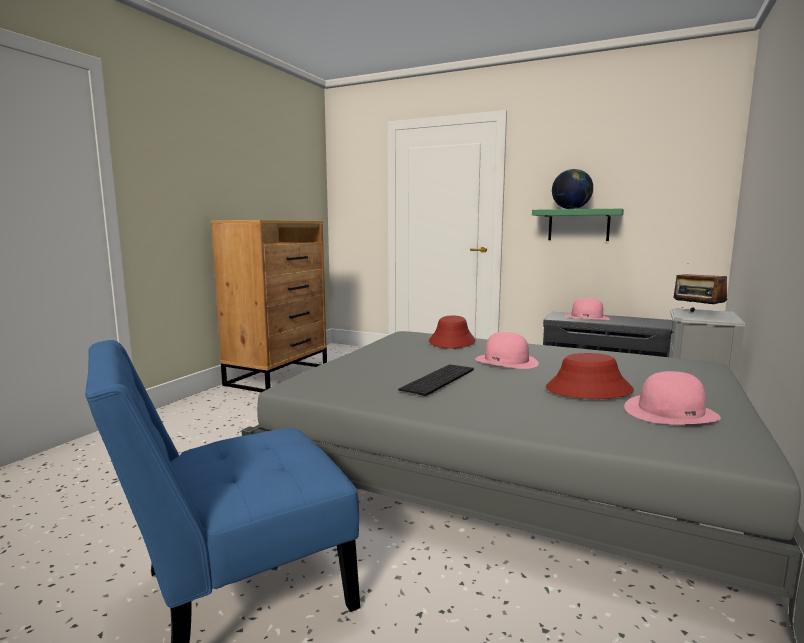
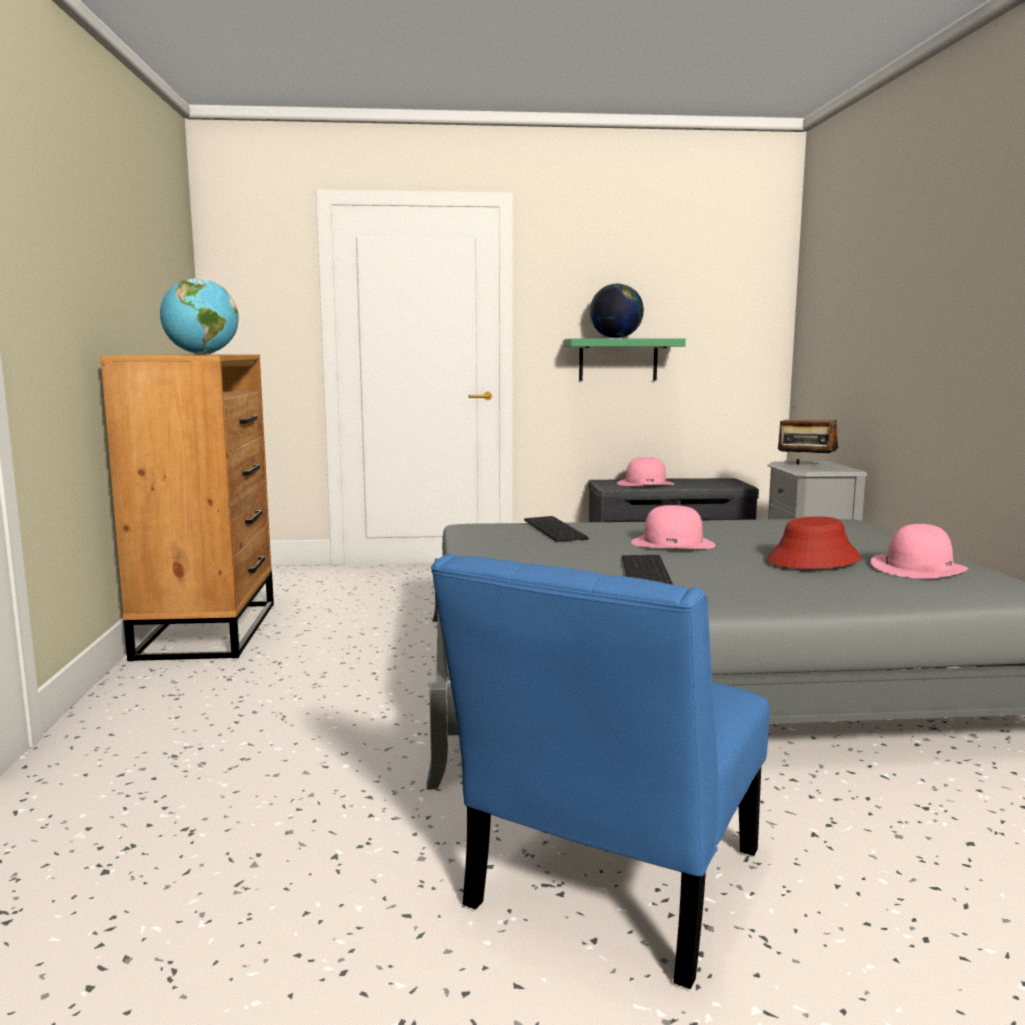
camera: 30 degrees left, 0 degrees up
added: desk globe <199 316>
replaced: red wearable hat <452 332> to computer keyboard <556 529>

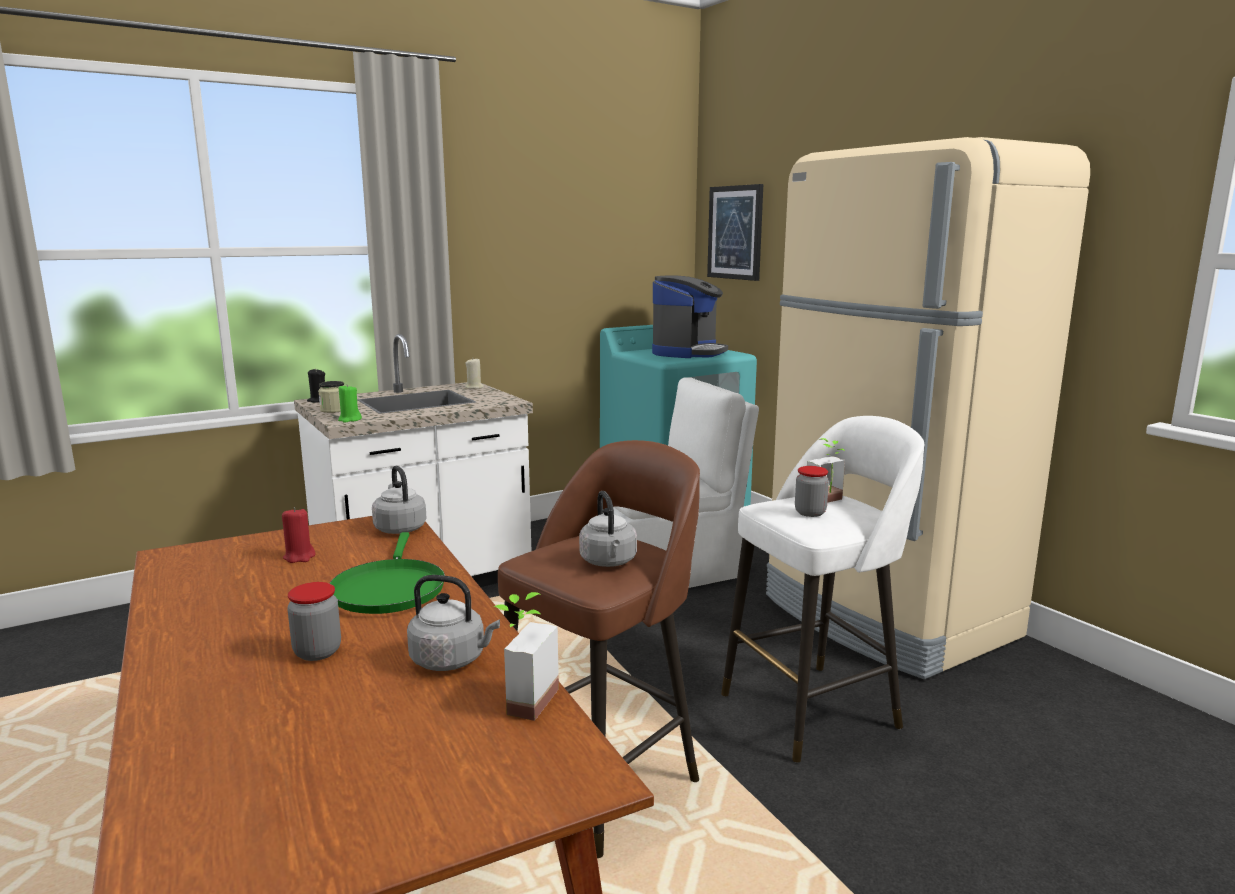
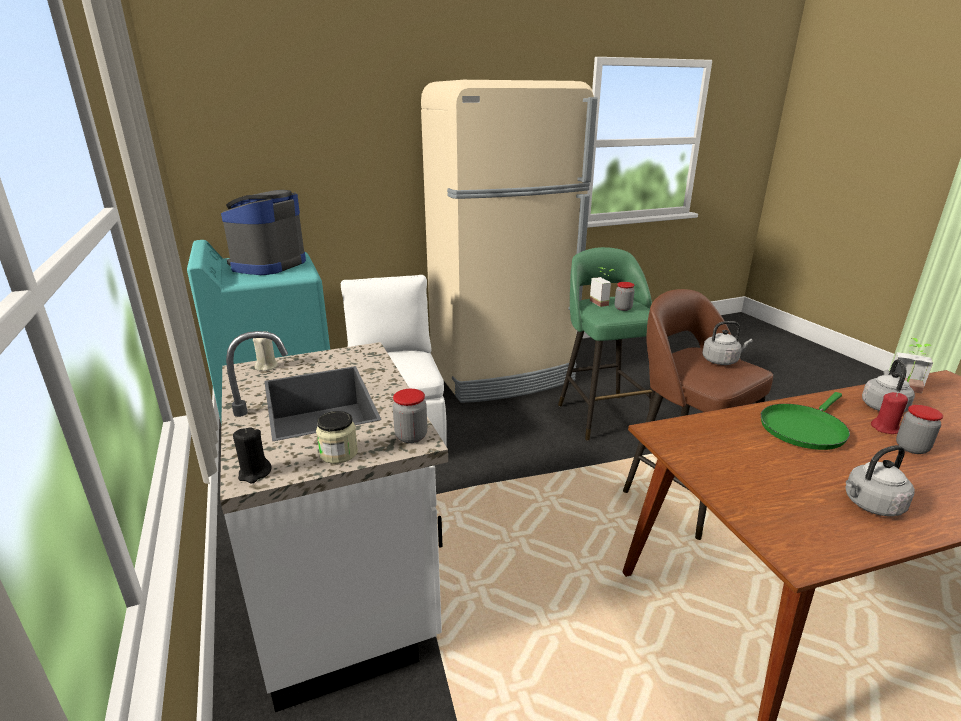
camera: 80 degrees left, 10 degrees up
removed: wall art <735 232>
moved: grey kettle <399 499> to <880 480>; red wax candle <299 535> to <889 413>
replaced: green-coloured wax candle <350 404> to jar <410 416>
recoloured: white-coloured sitting stool <822 589> to green-coloured sitting stool <606 344>
turned: coffee maker <690 317> = <263 232> 105 degrees counterclockwise; green-coloured skillet <387 573> = <805 421> 135 degrees clockwise

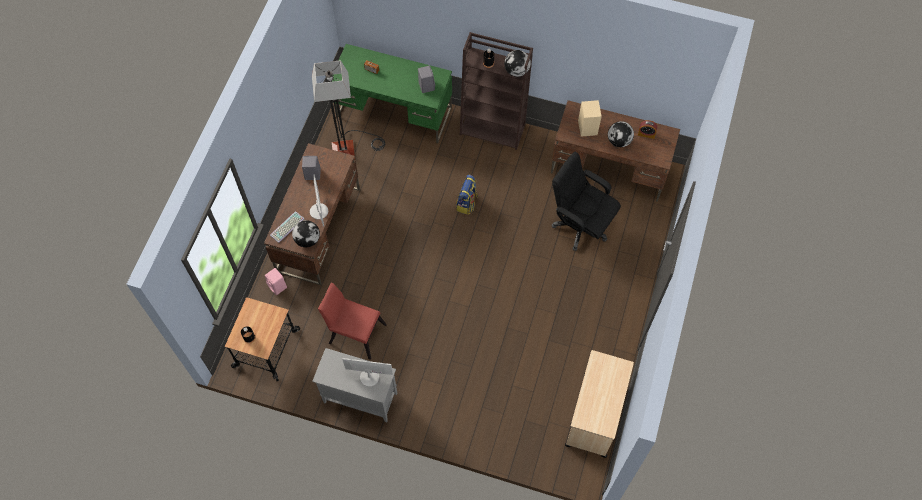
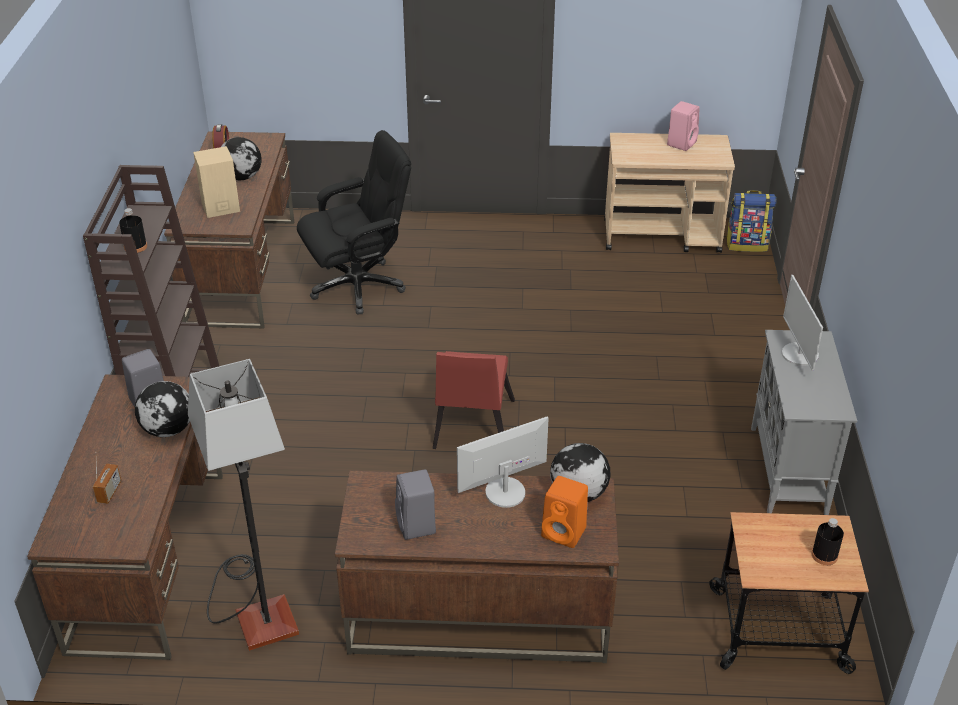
camera: 105 degrees left, 25 degrees down
moved: desk globe <517 63> to <162 409>; knapsack <467 195> to <751 221>; pink-coloured audio speaker <276 281> to <683 126>; red plain chair <352 321> to <474 400>
replaced: computer keyboard <287 227> to orangey audio speaker <564 512>
recoloured: green-coloured desk unit <392 93> to brown desk unit <125 517>
turned: black-coloured desk chair <586 201> = <354 222> 135 degrees counterclockwise

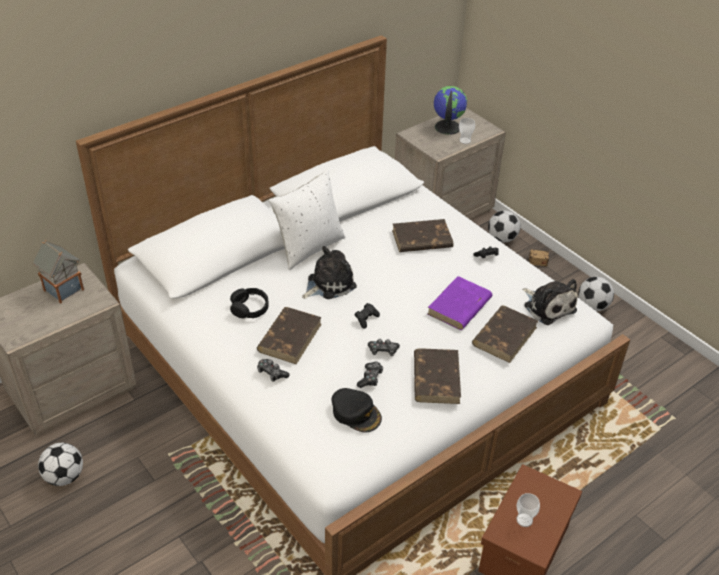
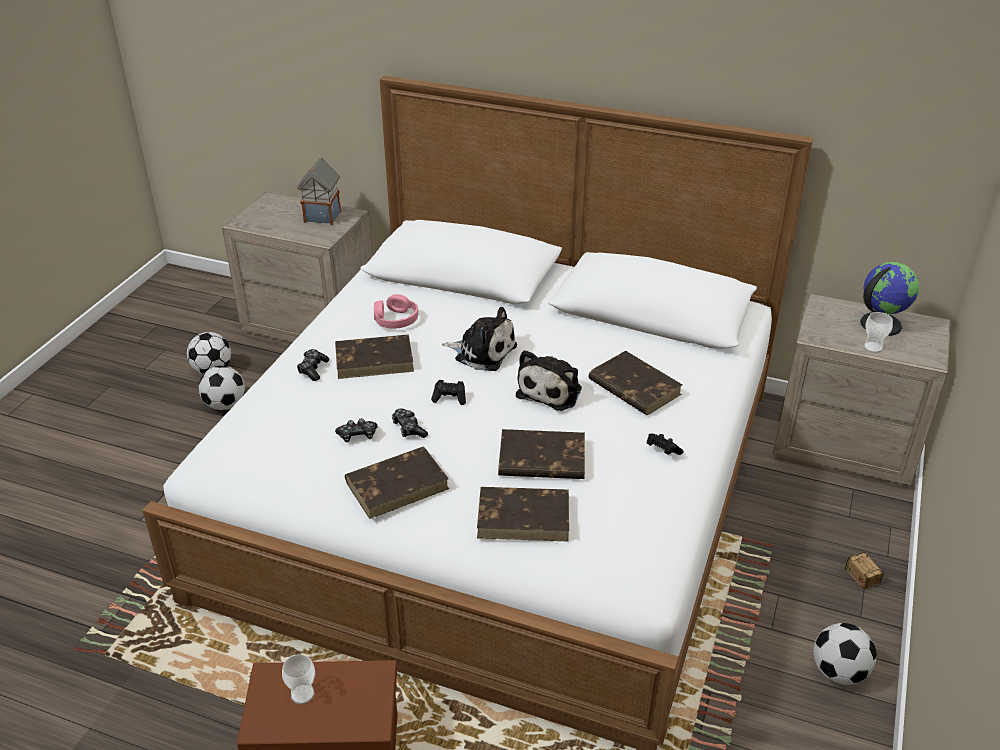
camera: 60 degrees right, 5 degrees down
removed: white-coloured throw pillow <307 219>; black-coloured peaked cap <357 410>
moved: ball for football <504 227> to <222 388>; cuddly toy <550 302> to <549 380>
recoloured: purple volume <460 303> to brown volume <541 454>; black-coloured headset <249 303> to pink-coloured headset <396 311>

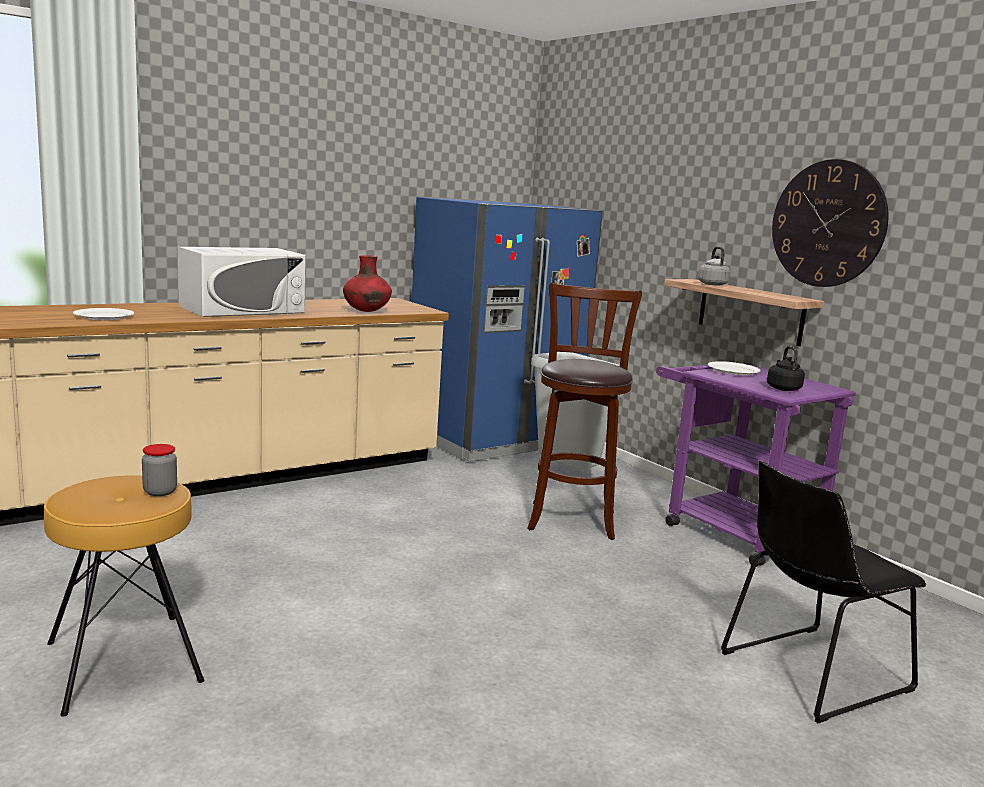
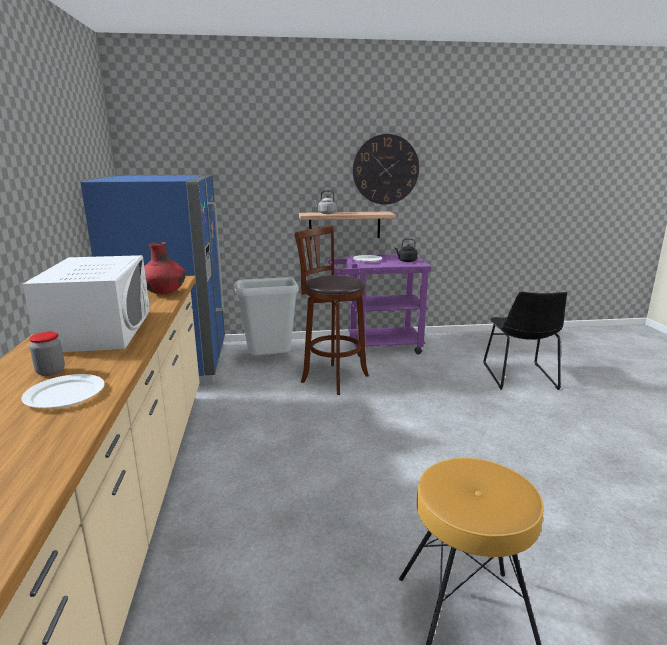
camera: 60 degrees left, 5 degrees up
moved: jar <159 470> to <47 354>

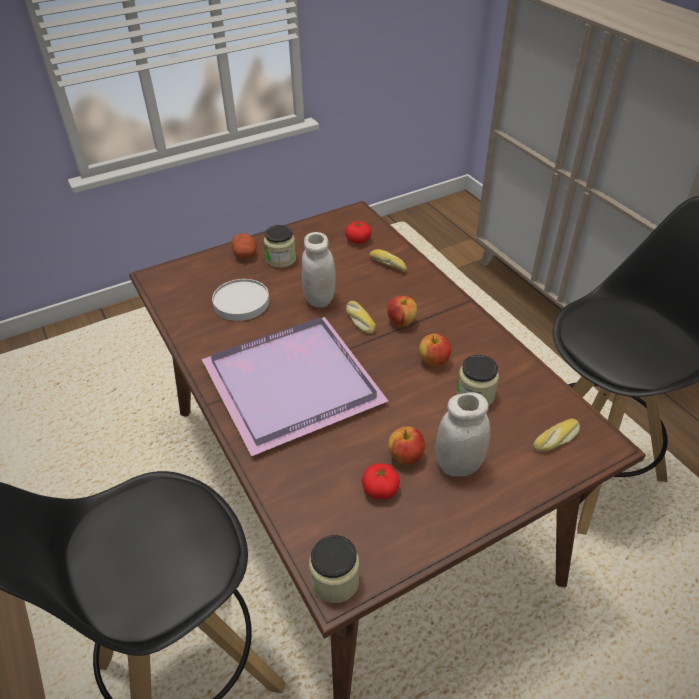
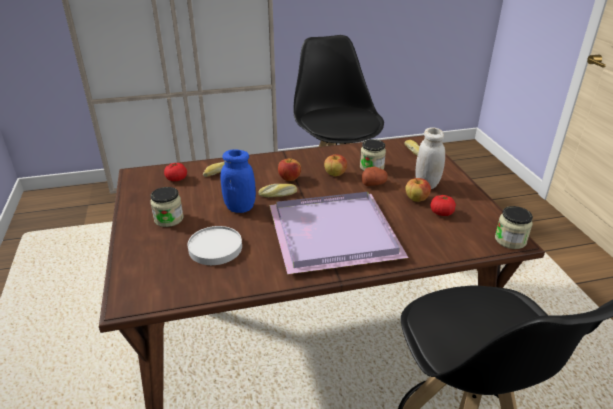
camera: 75 degrees left, 10 degrees down
moved: potato <244 246> to <375 176>
recoloured: white-coloured jar <319 269> to blue-coloured jar <238 181>

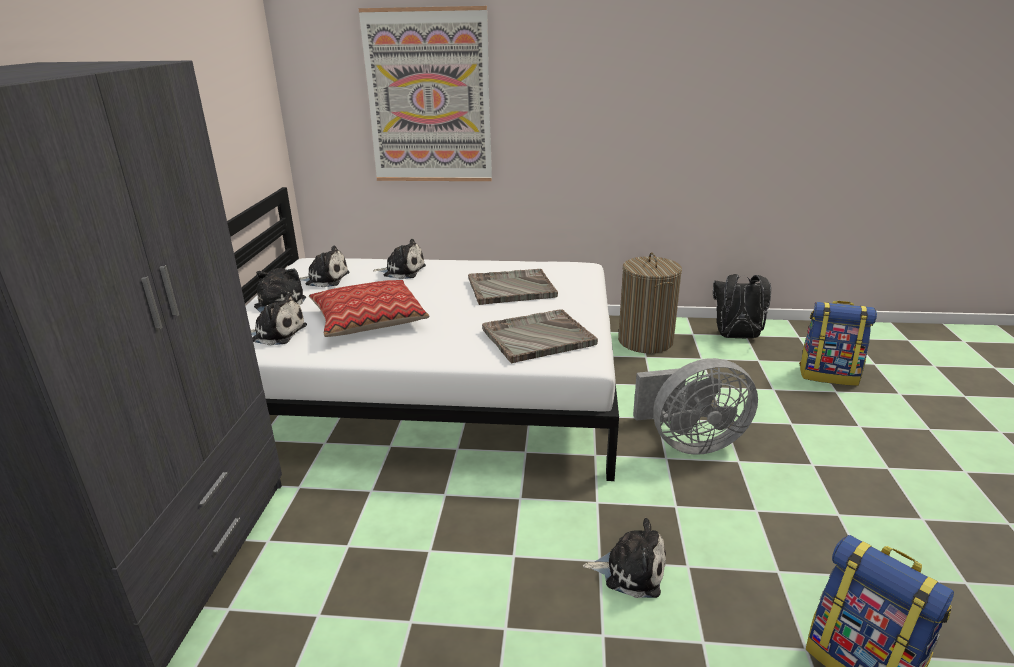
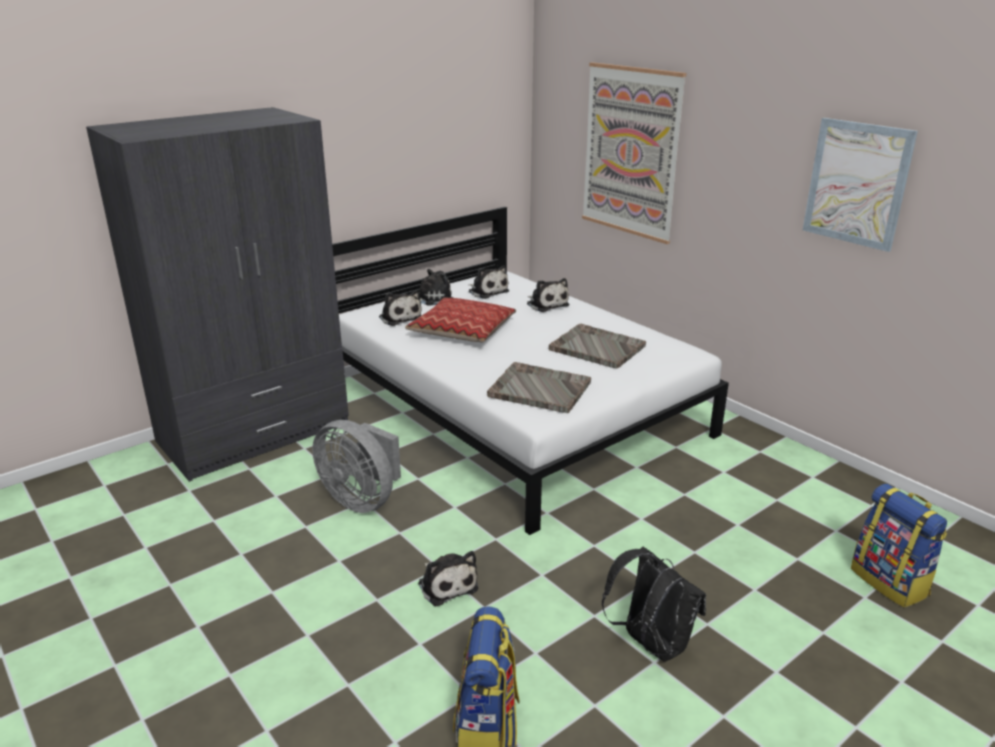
camera: 45 degrees right, 0 degrees up
removed: washing basket <650 302>
added: wall art <860 185>
moved: black-coloured knapsack <742 306> to <654 604>; grey cooling fan <695 406> to <356 466>

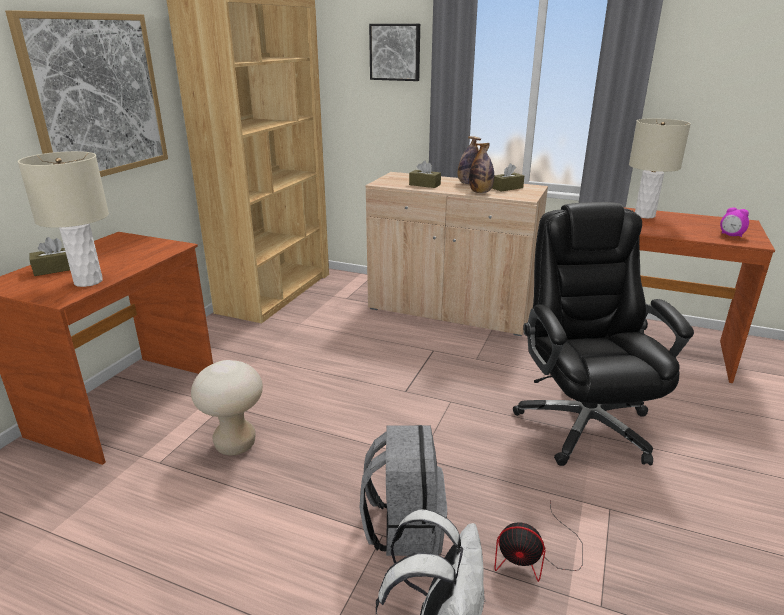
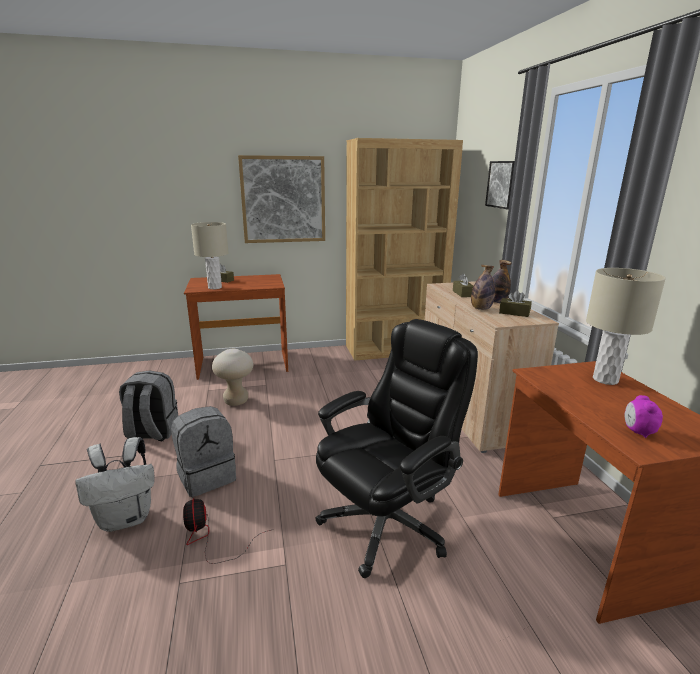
camera: 55 degrees right, 5 degrees down
added: grey knapsack <148 405>

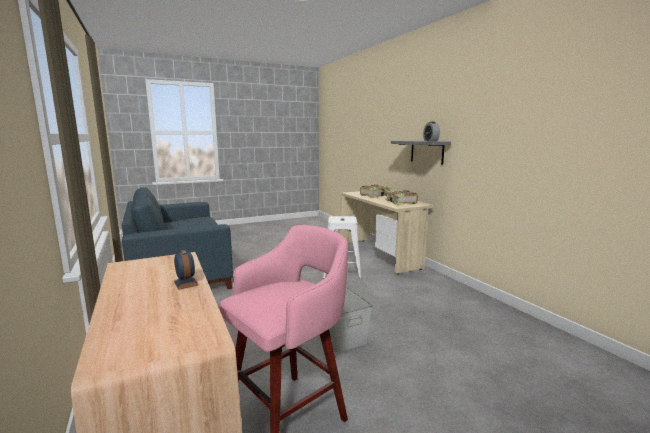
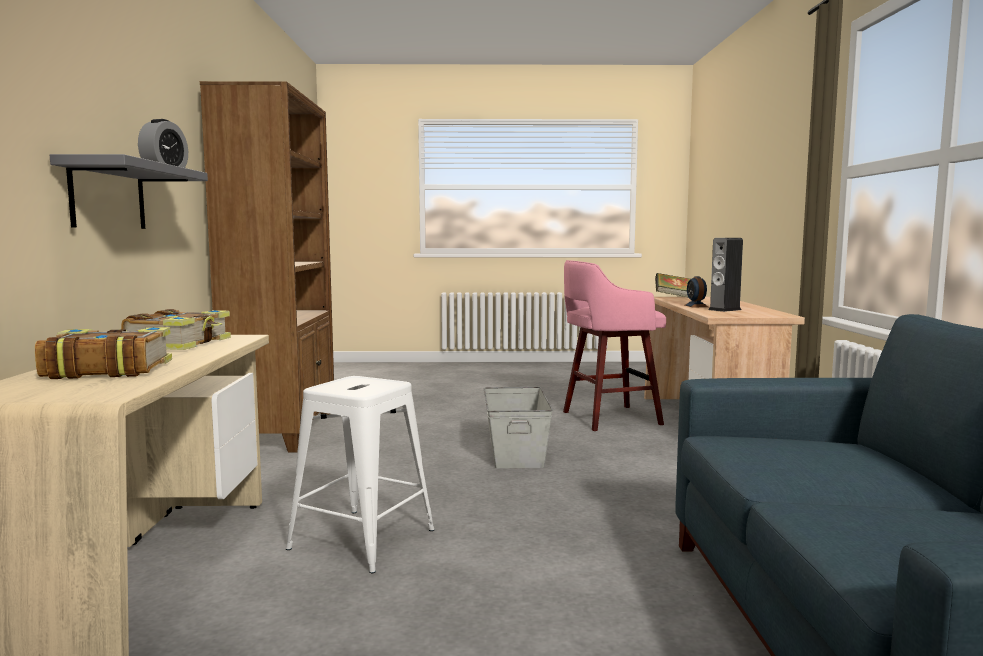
camera: 155 degrees left, 5 degrees down
added: brown bookshelf <267 267>; audio speaker <725 275>; volume <672 285>

